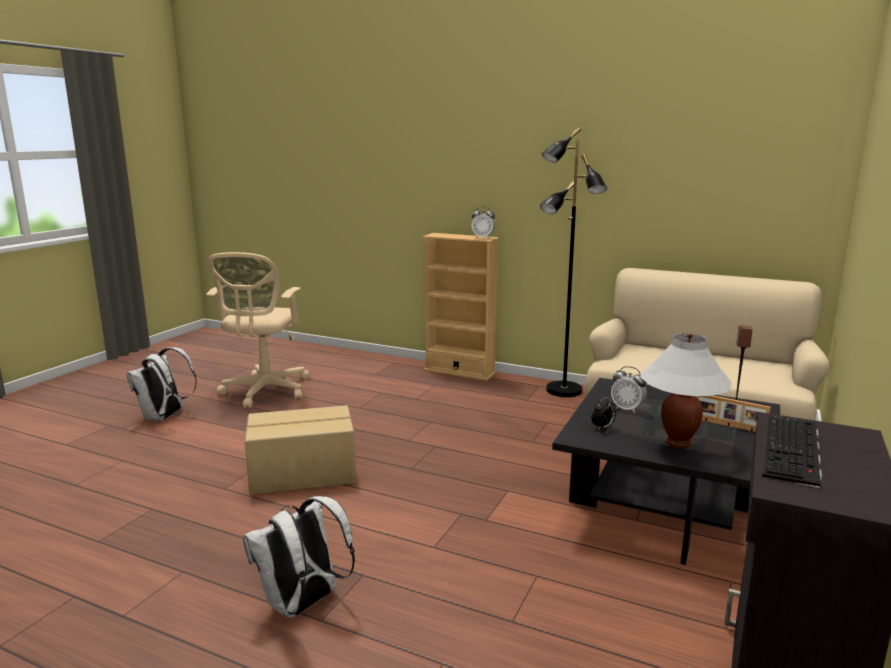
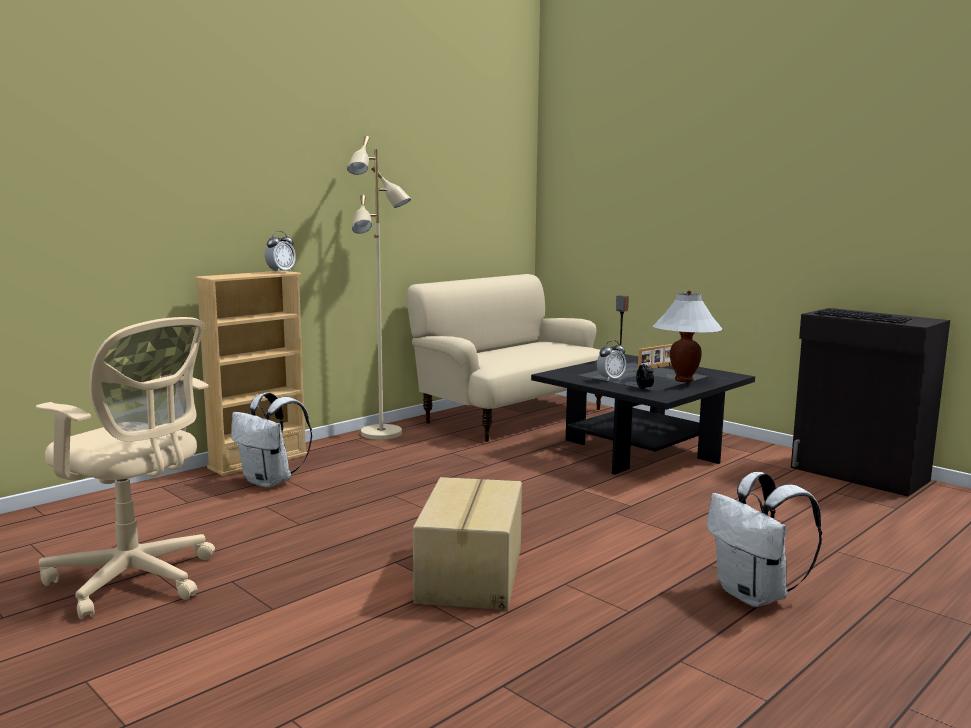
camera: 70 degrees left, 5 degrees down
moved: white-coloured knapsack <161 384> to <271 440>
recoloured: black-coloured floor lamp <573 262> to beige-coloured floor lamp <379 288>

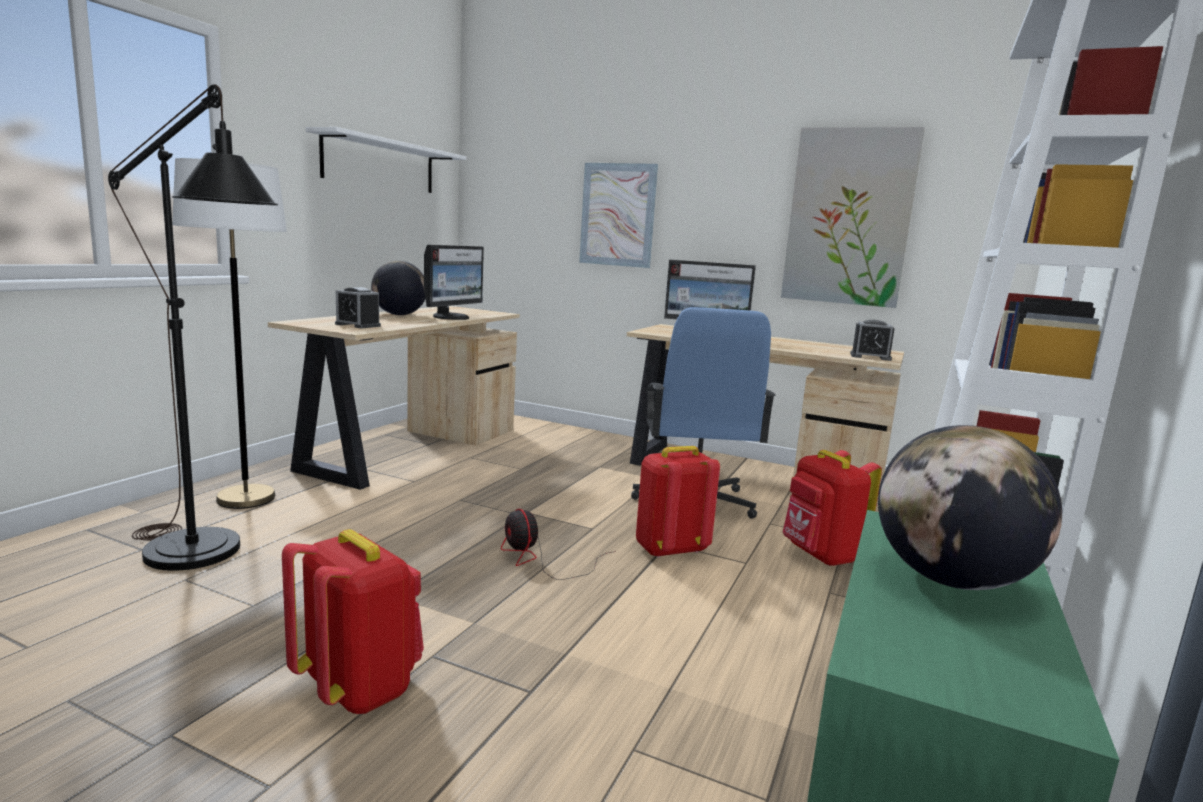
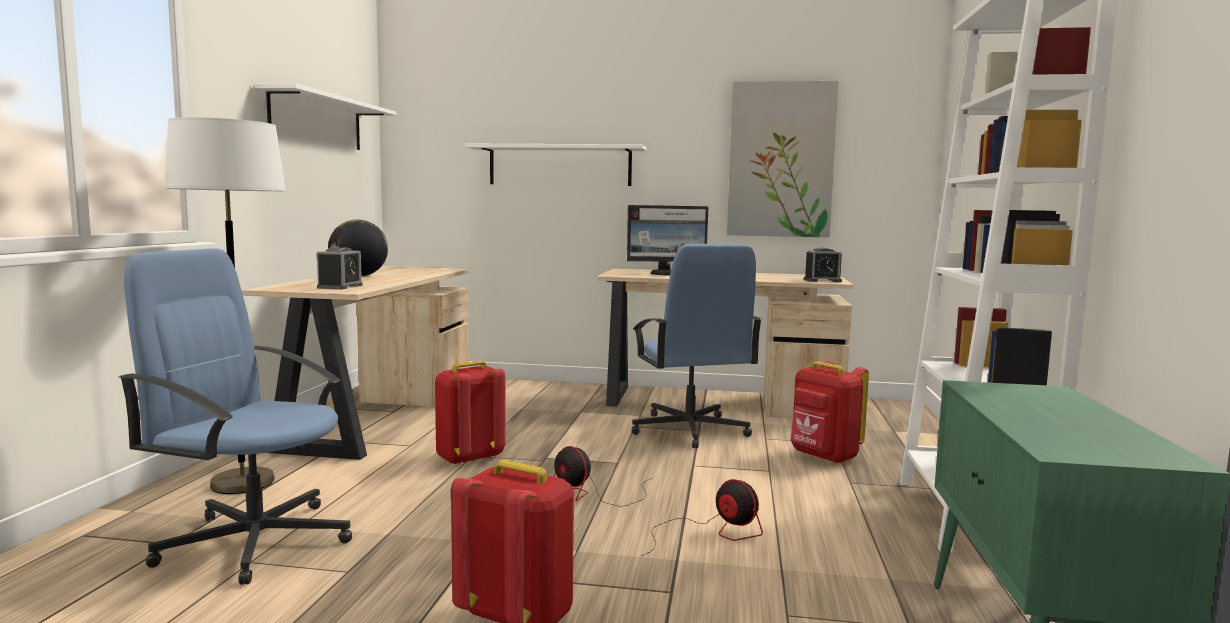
camera: 15 degrees left, 5 degrees down
removed: computer display <454 282>; desk globe <970 507>
added: cooling fan <702 517>
moved: red knapsack <678 502> to <470 413>
replaced: black-coloured floor lamp <193 327> to blue-coloured desk chair <235 416>; wall art <618 215> to white-coloured shelf <555 165>
turned: table clock <358 307> = <340 268> 90 degrees counterclockwise

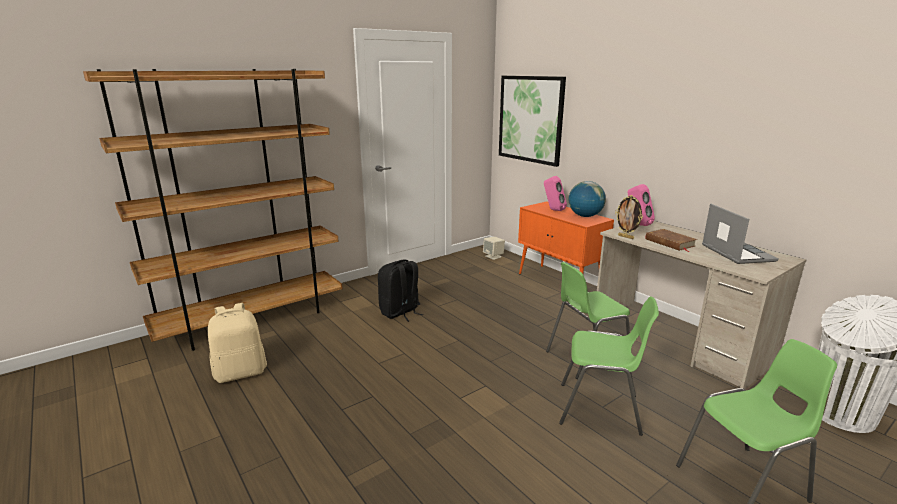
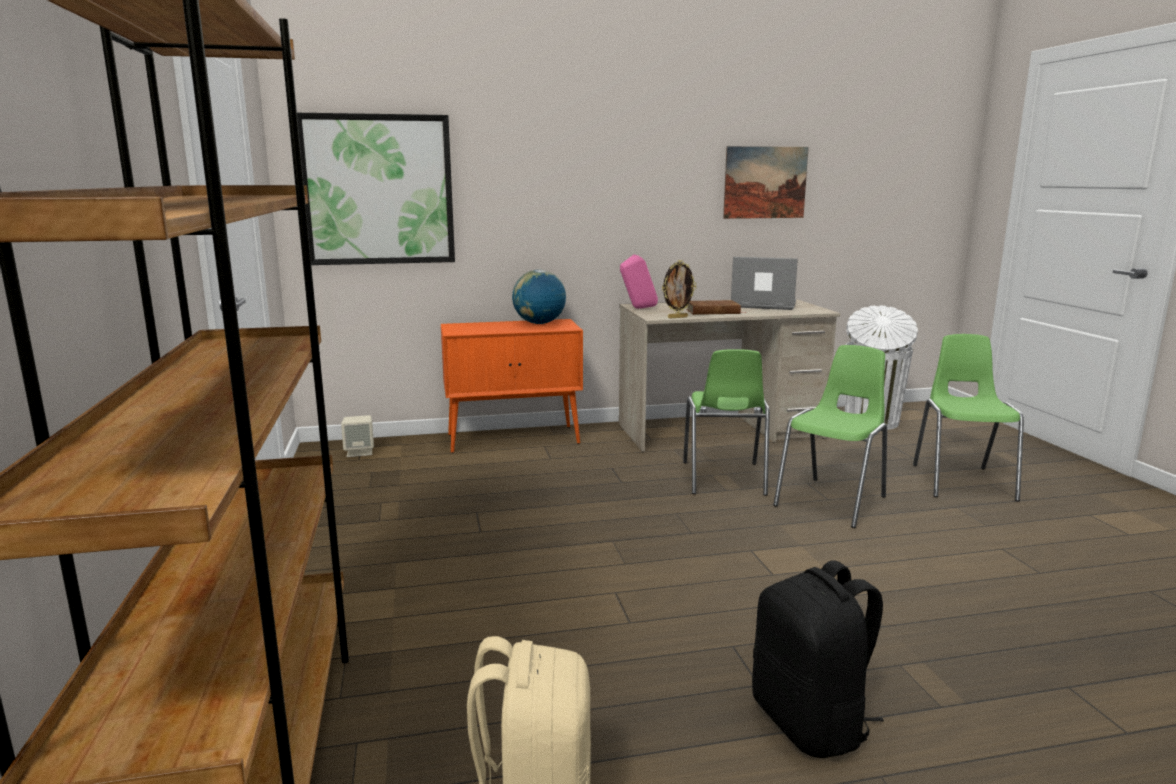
camera: 65 degrees left, 5 degrees down
removed: pink-coloured audio speaker <555 193>
added: wall art <766 182>
moved: black-coloured knapsack <400 290> to <818 659>

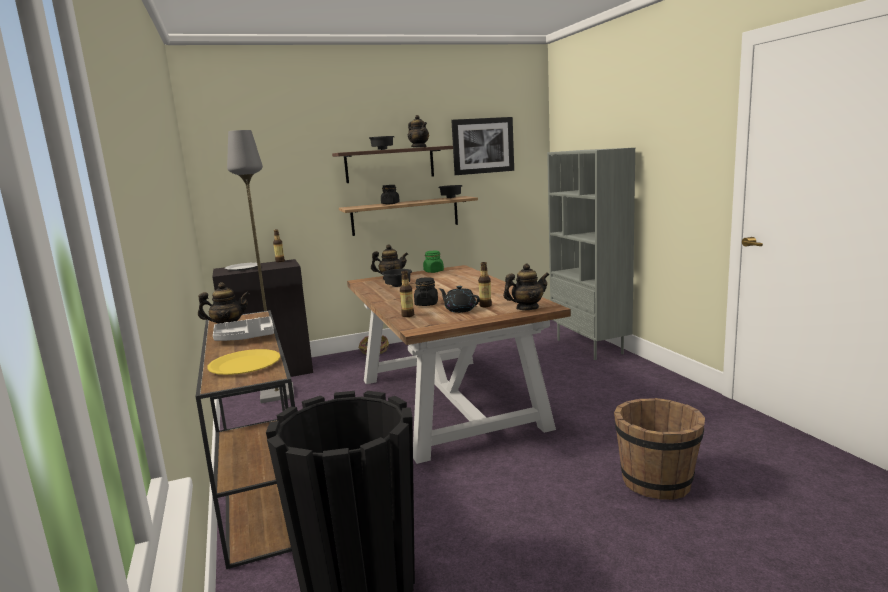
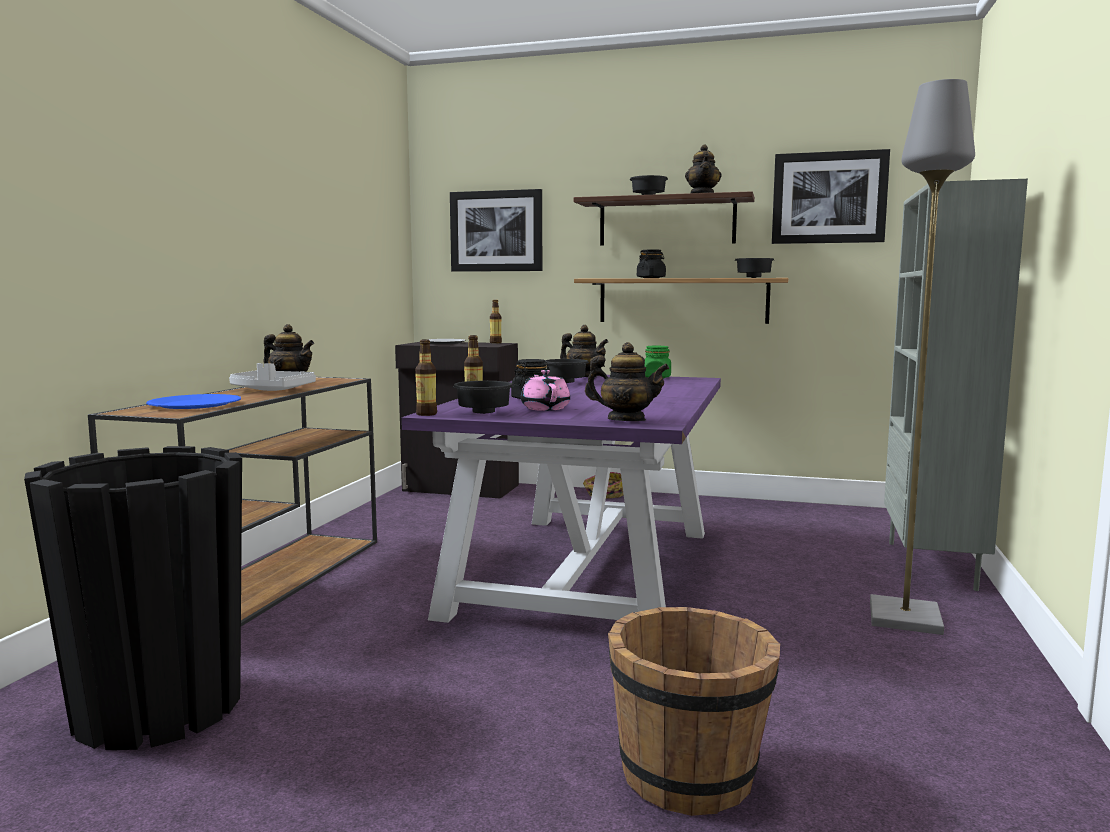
camera: 35 degrees right, 5 degrees down
added: wall art <496 230>; black-coloured serving bowl <483 397>
moved: grey floor lamp <260 266> to <922 357>; bottle <485 284> to <426 378>
recoloured: brown dining table <459 364> to purple dining table <561 499>; black-coloured teapot <459 299> to pink-coloured teapot <545 390>; yellow-coloured plate <244 362> to blue-coloured plate <193 401>

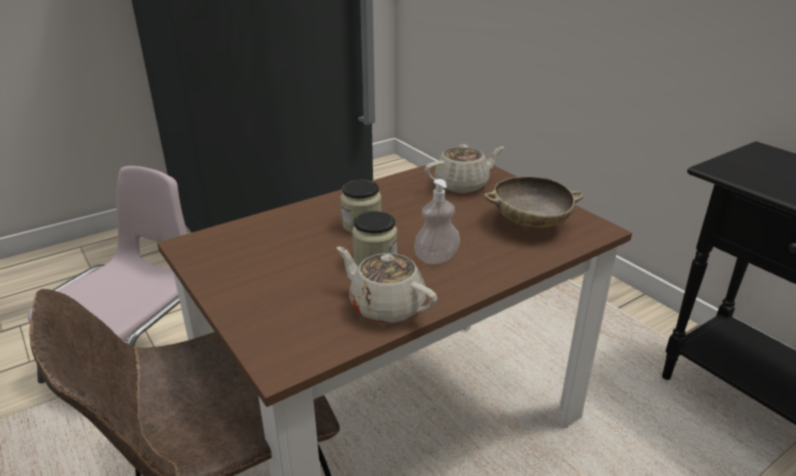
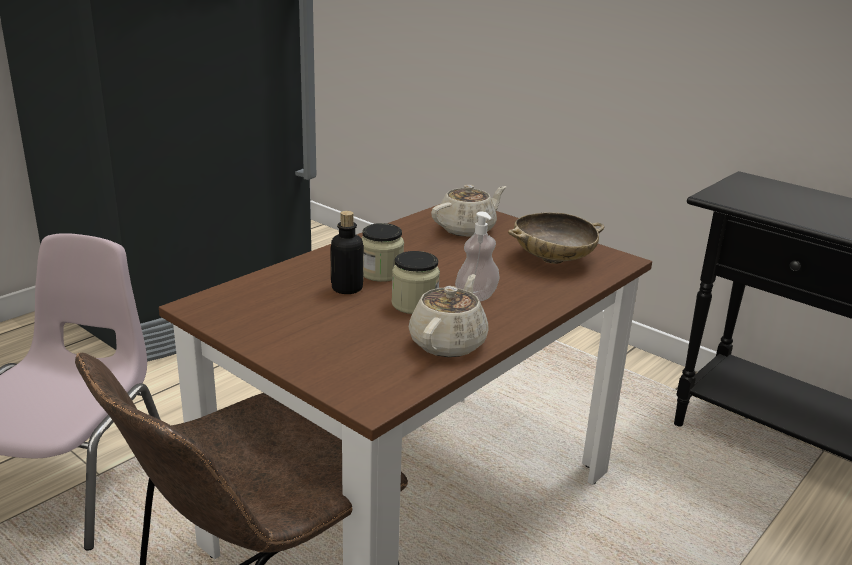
camera: 15 degrees left, 5 degrees down
added: bottle <347 252>
turned: beige-coloured teapot <387 285> = <449 315> 90 degrees clockwise

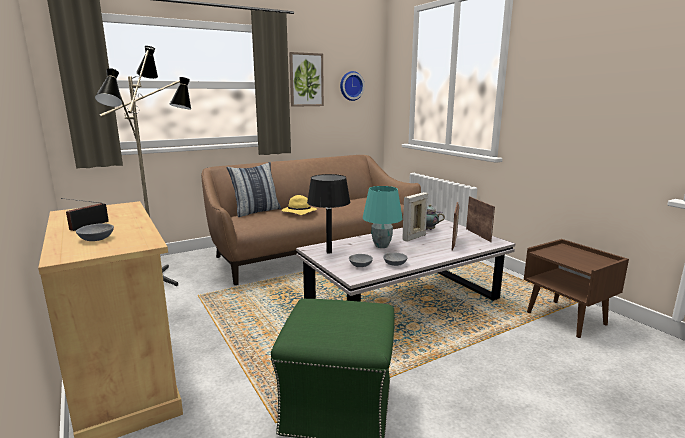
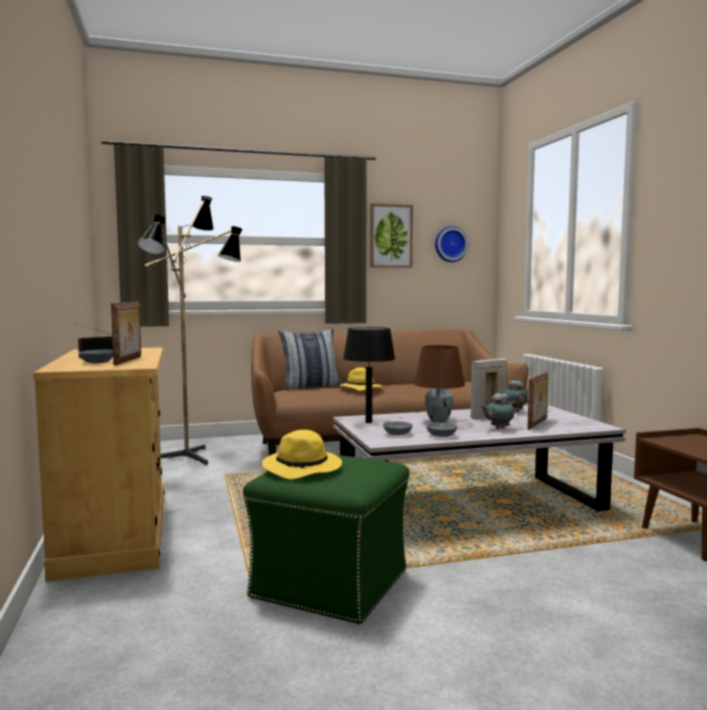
camera: 15 degrees right, 10 degrees down
added: teapot <499 409>; yellow-coloured wearable hat <302 454>
moved: photo frame <480 219> to <126 333>
recoloured: blue-green tabletop lamp <383 217> to brown tabletop lamp <439 384>

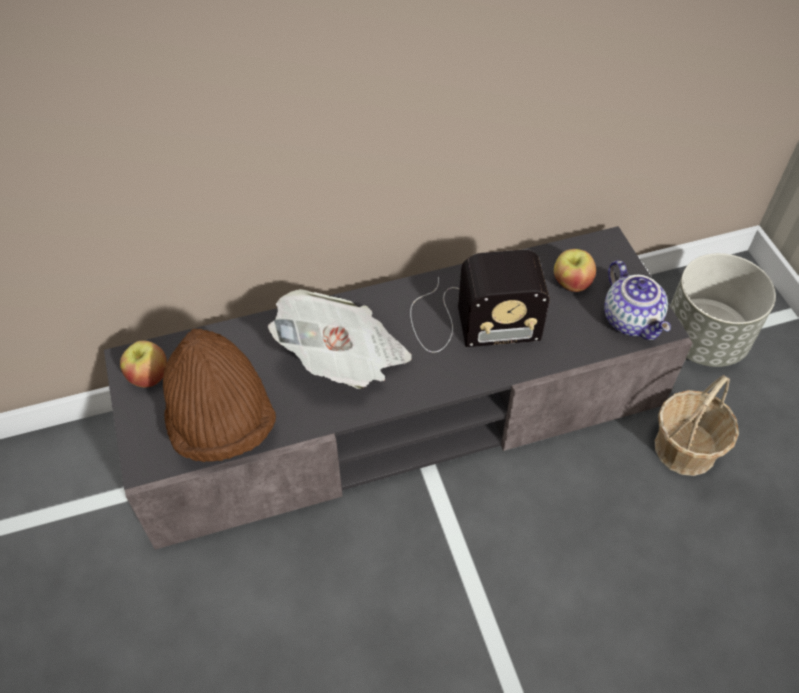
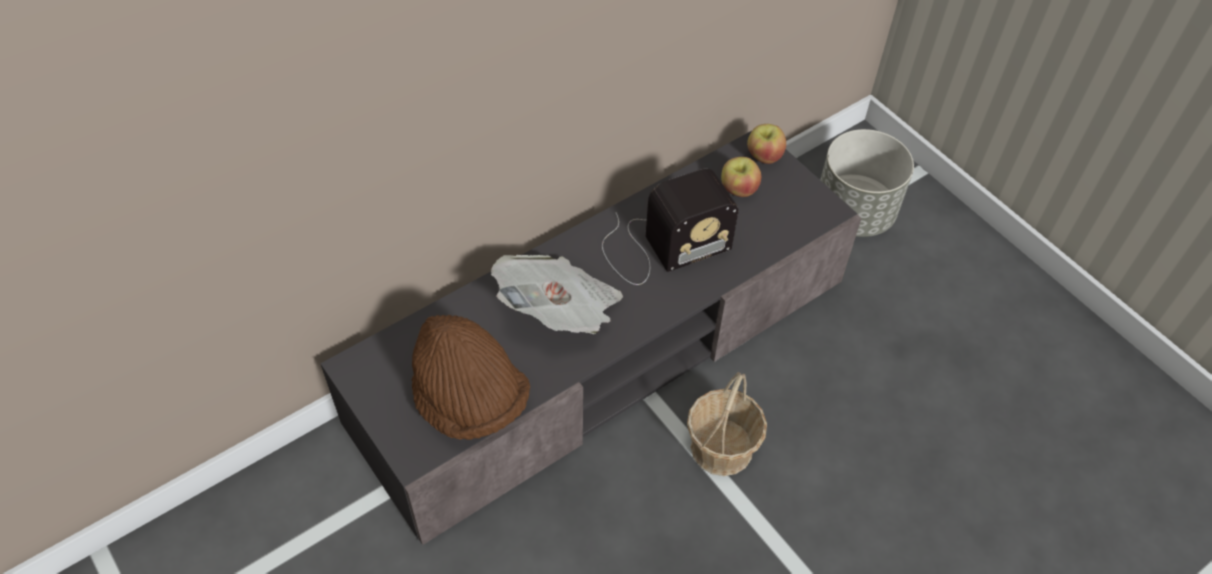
camera: 20 degrees left, 0 degrees up
removed: teapot <637 300>
moved: apple fruit <143 364> to <766 144>; household basket <697 425> to <727 424>

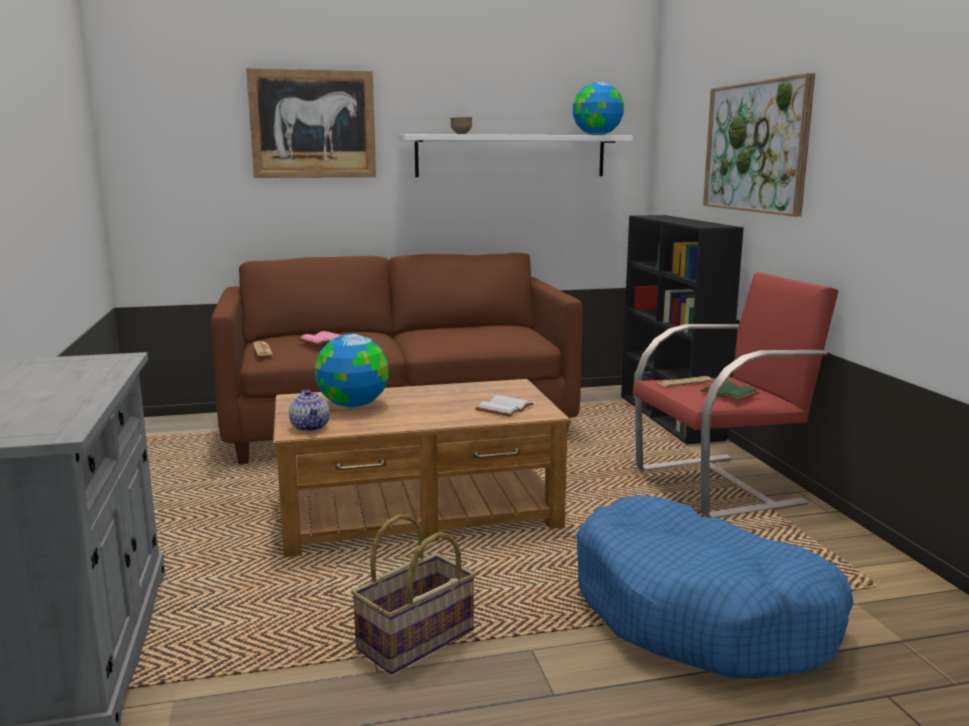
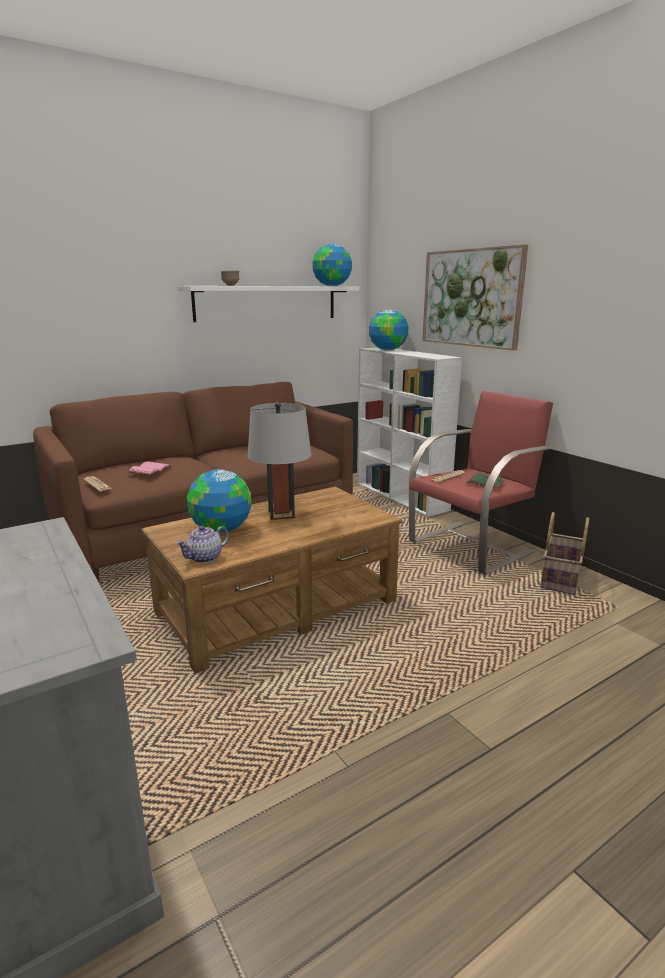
camera: 20 degrees left, 5 degrees up
removed: wall art <311 123>; white-coloured volume <504 405>; blue-coloured dog bed <715 587>
added: desk globe <388 330>; grey tabletop lamp <279 461>
moved: household basket <413 594> to <564 553>
recoloured: black-coloured bookshelf <682 329> to white-coloured bookshelf <409 432>
turned: teapot <309 411> = <202 544> 90 degrees clockwise

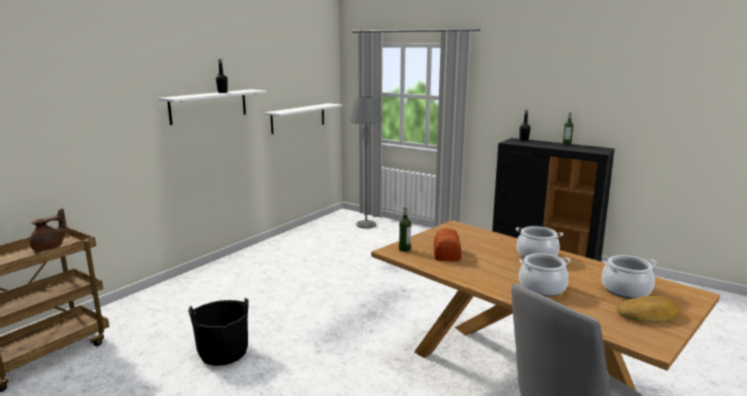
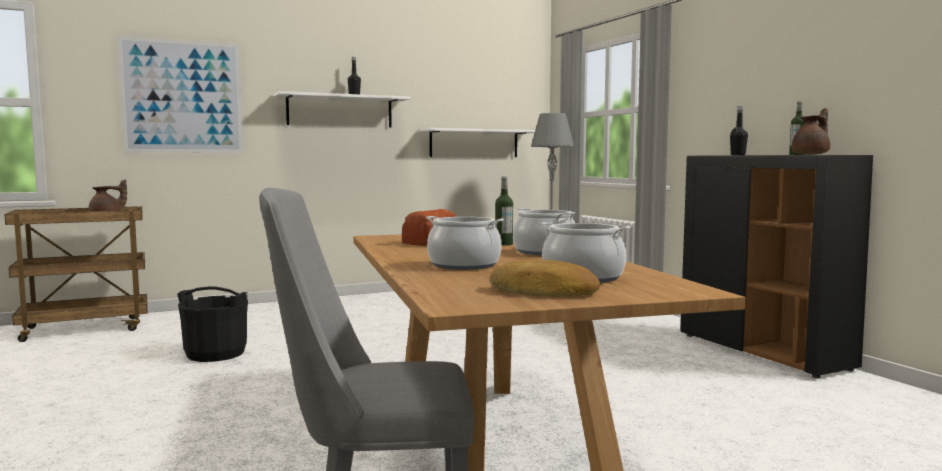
camera: 30 degrees right, 10 degrees down
added: wall art <180 94>; brown teapot <811 131>
moved: bottle <405 229> to <504 211>

